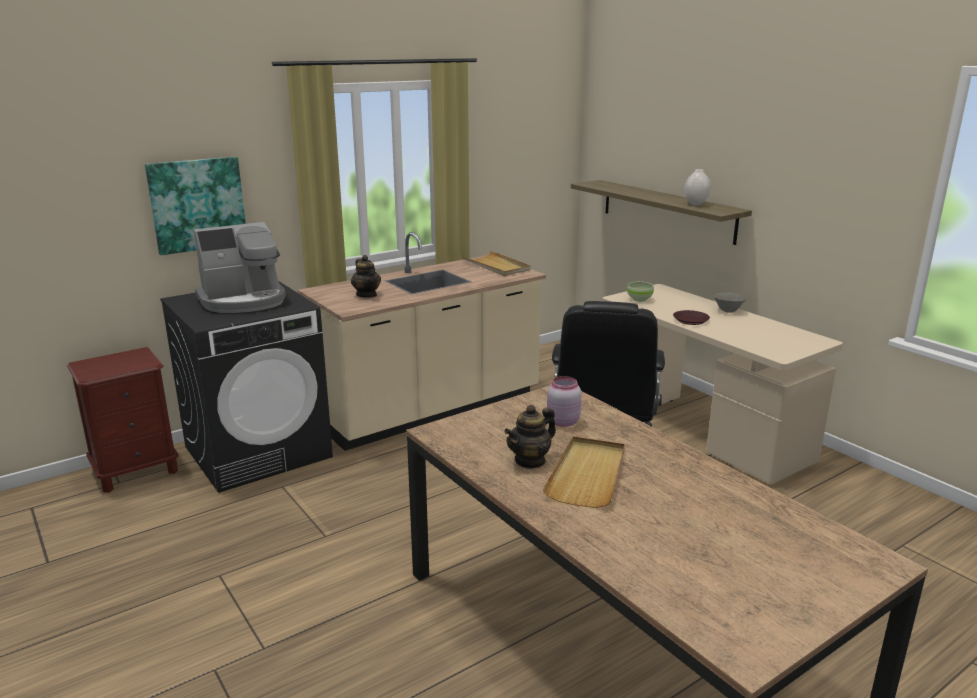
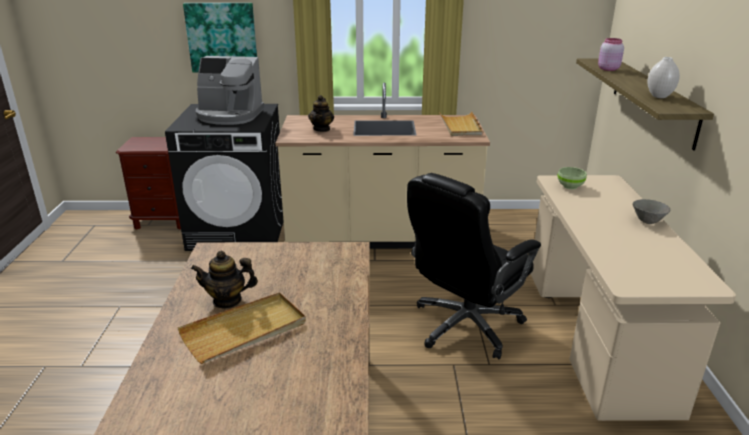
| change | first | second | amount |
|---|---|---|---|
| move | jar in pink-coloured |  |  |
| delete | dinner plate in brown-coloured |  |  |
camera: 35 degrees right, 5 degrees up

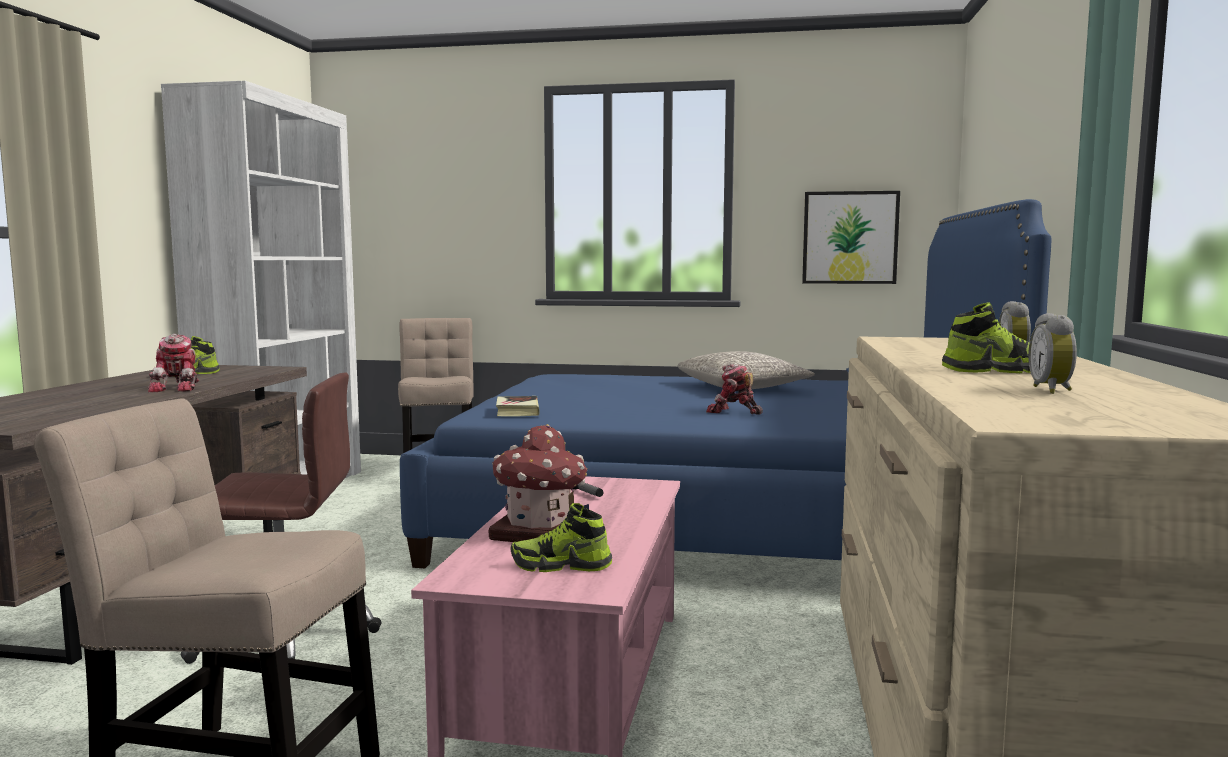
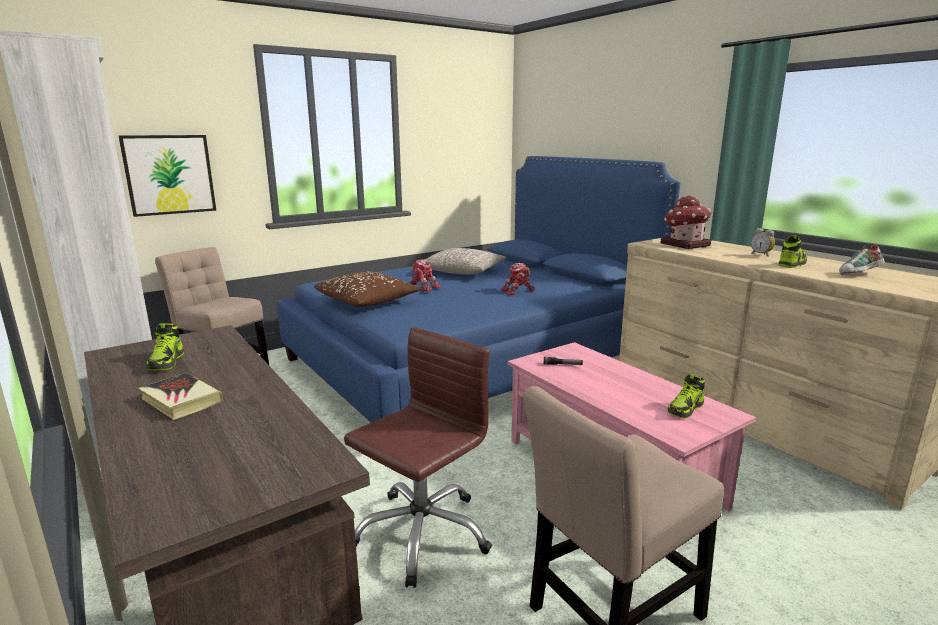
| change | first | second | amount |
|---|---|---|---|
| move | toy robot (1st from left) |  |  |
| move | toy house |  |  |
| move | book |  |  |
| move | picture |  |  |
| replace | table clock (2nd from left) | item of footwear (4th from left) |  |
| insert |  | throw pillow in brown-coloured |  |
camera: 45 degrees left, 10 degrees up

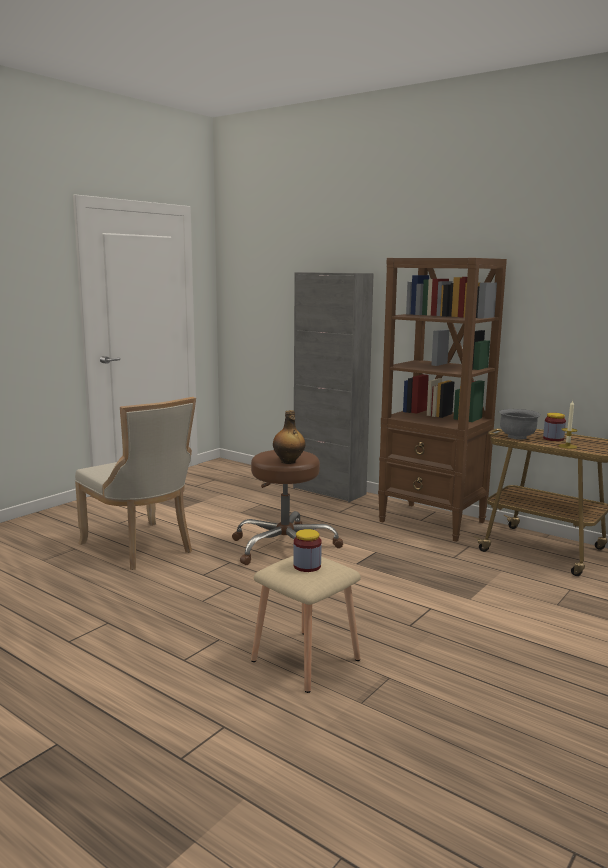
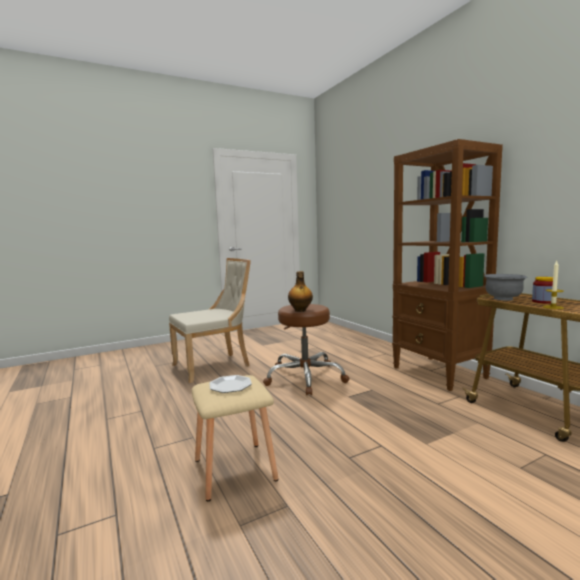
| change | first | second | amount |
|---|---|---|---|
| rotate | plain chair in beige |  | 105 degrees counterclockwise |
| delete | cupboard in greyish |  |  |
| replace | jar (1st from left) | dinner plate |  |
camera: 25 degrees right, 5 degrees down

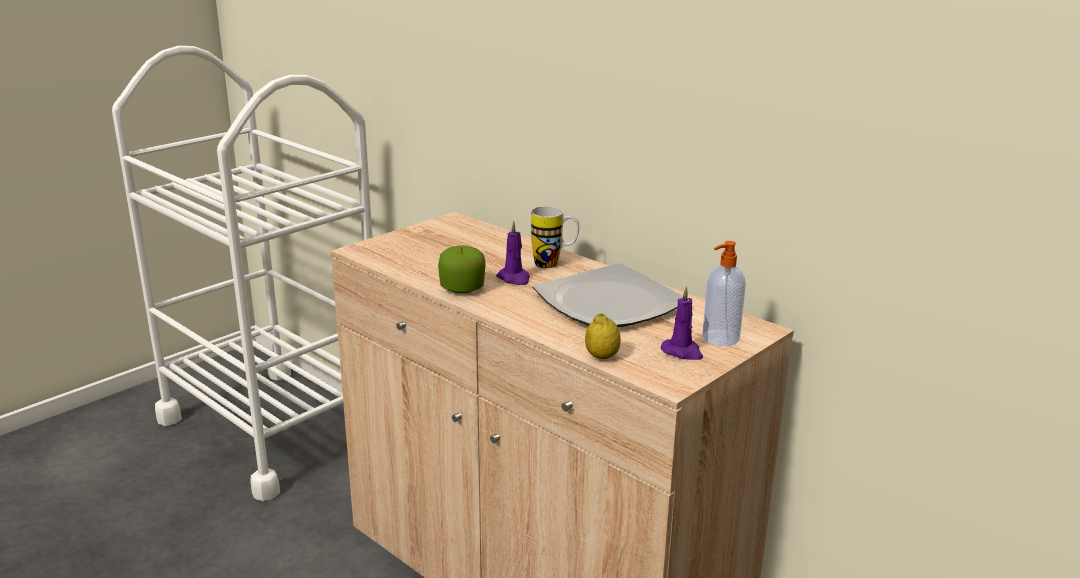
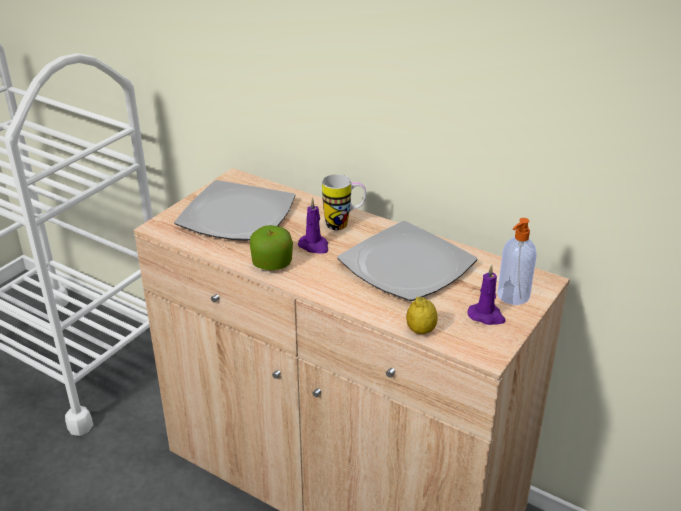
| change | first | second | amount |
|---|---|---|---|
| insert |  | dinner plate (1st from left) |  |
camera: 10 degrees left, 10 degrees up

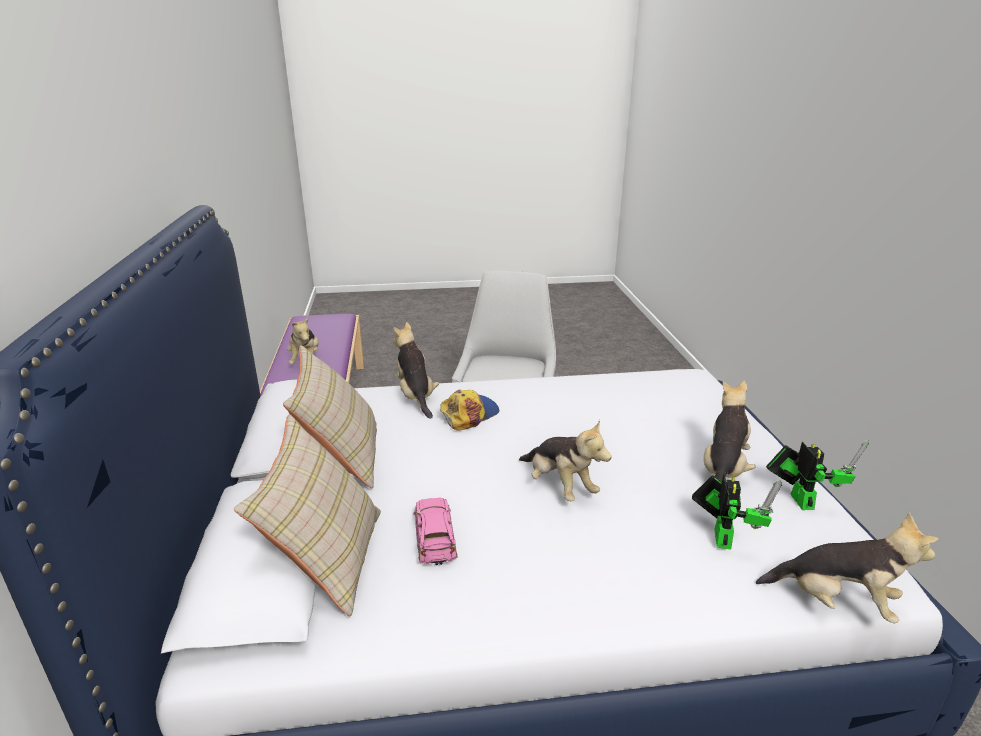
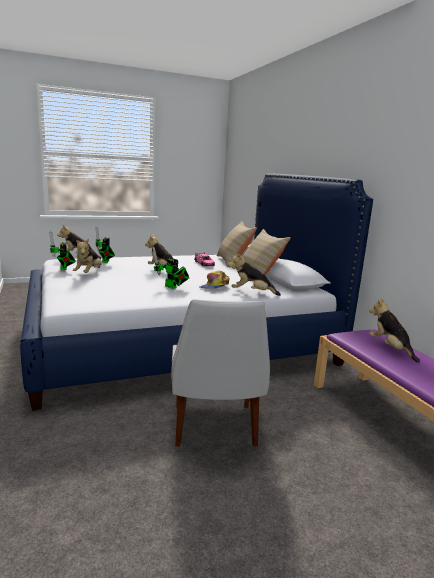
| change | first | second | amount |
|---|---|---|---|
| rotate | cuddly toy (2nd from left in the first image) | cuddly toy (4th from left) | 135 degrees clockwise |
| insert |  | toy robot (3rd from left) |  |
camera: 165 degrees right, 10 degrees down

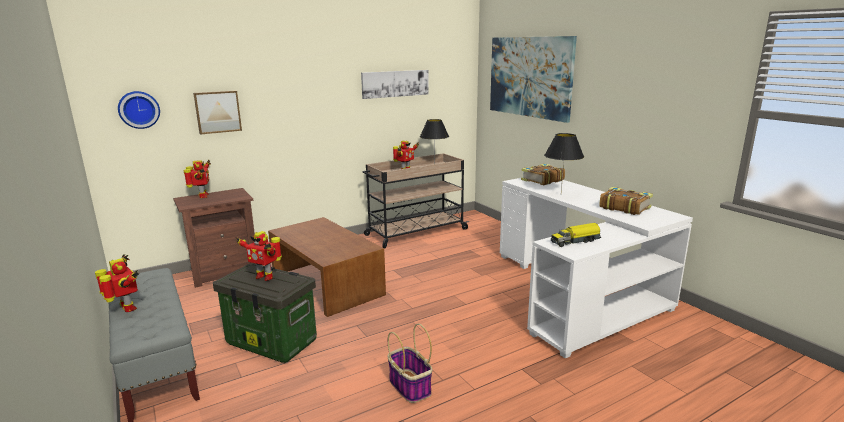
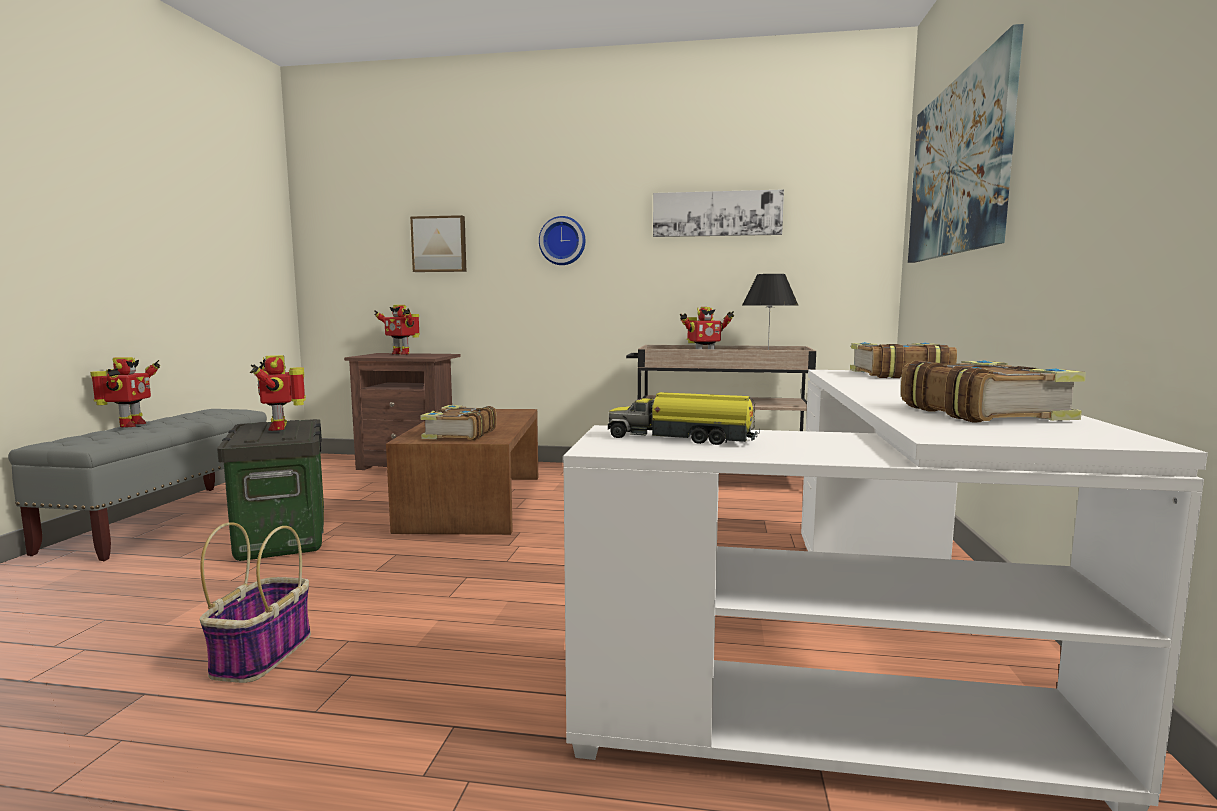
| change | first | second | amount |
|---|---|---|---|
| move | clock on the wall |  |  |
| rotate | toy robot (2nd from left in the first image) | toy robot (3rd from left) | 90 degrees clockwise |
| delete | tabletop lamp in black (2nd from left) |  |  |
| insert |  | book (1st from left) |  |
camera: 40 degrees right, 10 degrees down

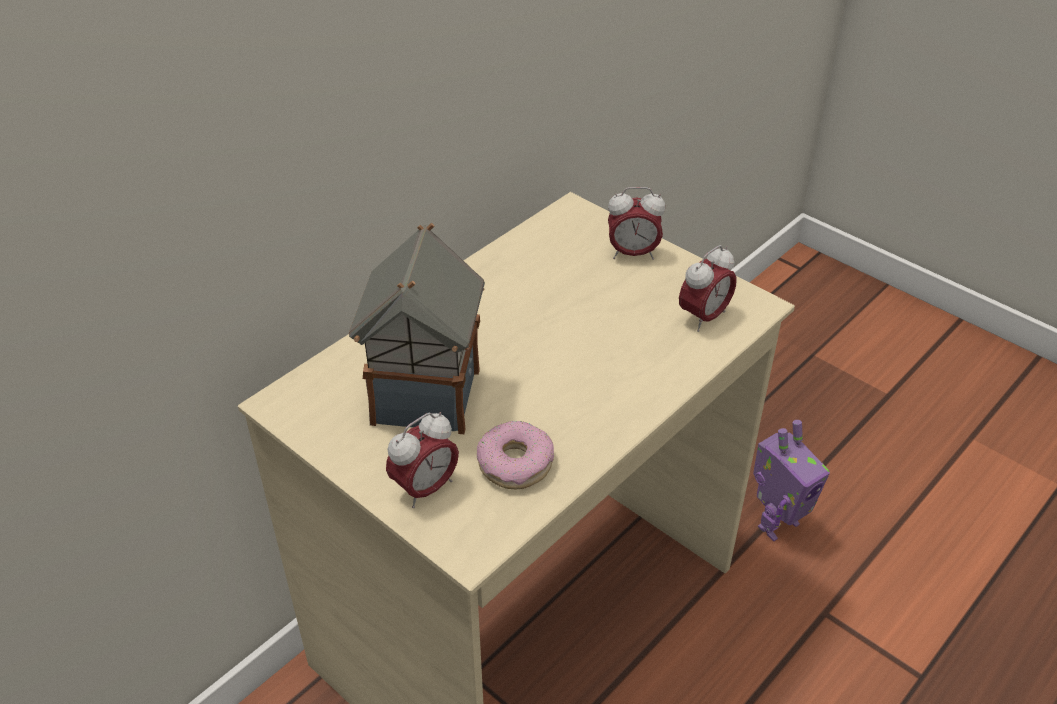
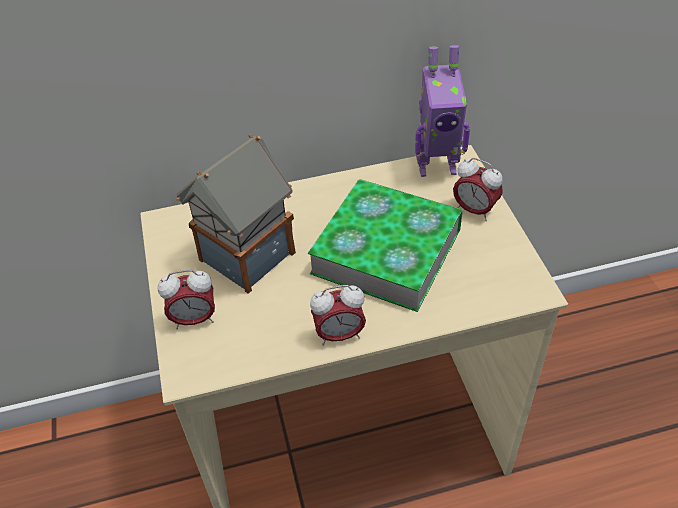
| change | first | second | amount |
|---|---|---|---|
| delete | donut |  |  |
| move | table clock (3rd from left in the first image) | table clock (2nd from left) |  |
| move | toy robot |  |  |
| insert |  | book |  |
camera: 35 degrees right, 5 degrees up

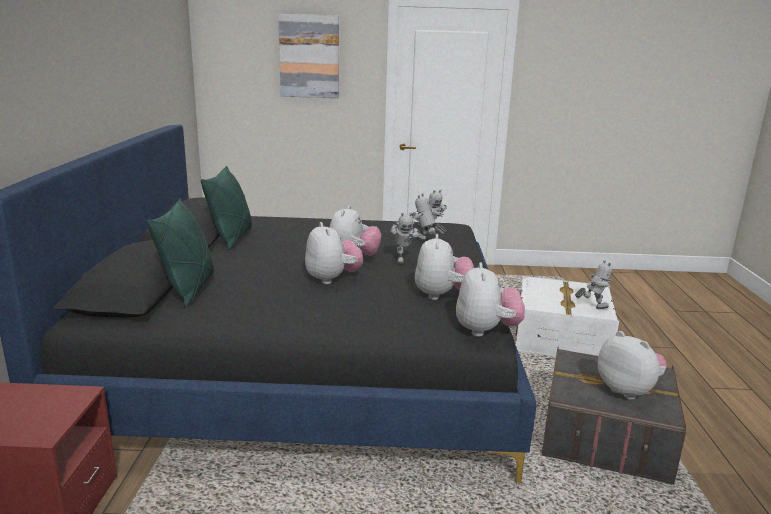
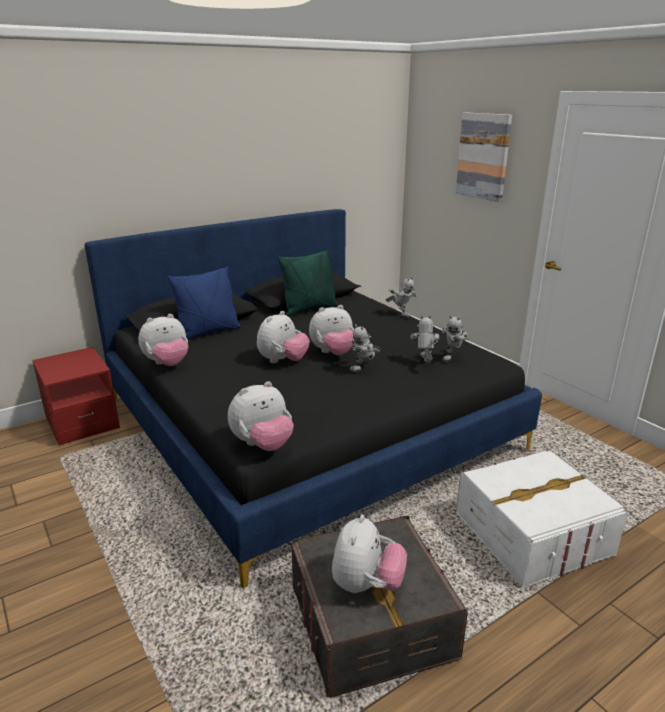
| change | first | second | amount |
|---|---|---|---|
| recolor | throw pillow in green (1st from left) | throw pillow in blue |  |
| move | cuddly toy (3rd from left in the first image) | cuddly toy (1st from left) |  |
| move | toy robot (4th from left in the first image) | toy robot (2nd from left) |  |
camera: 55 degrees right, 5 degrees up

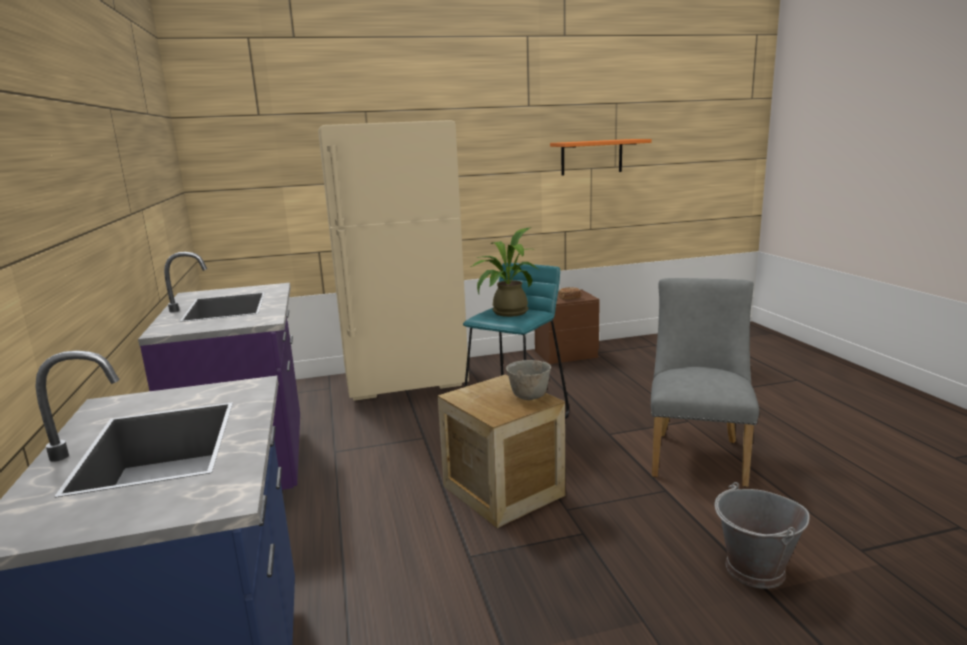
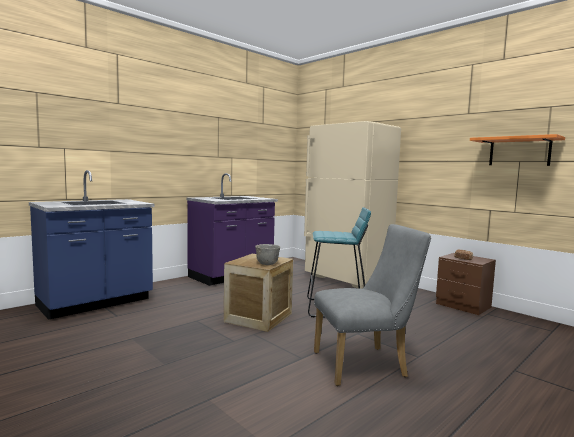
| change | first | second | amount |
|---|---|---|---|
| delete | plant in a pot |  |  |
| delete | bucket in greyish |  |  |
camera: 60 degrees right, 10 degrees down

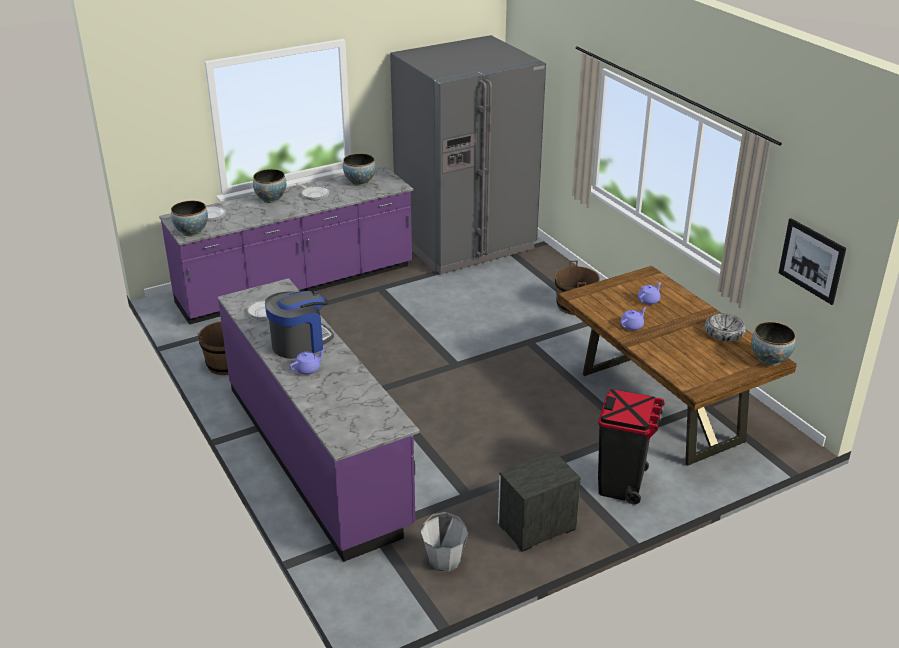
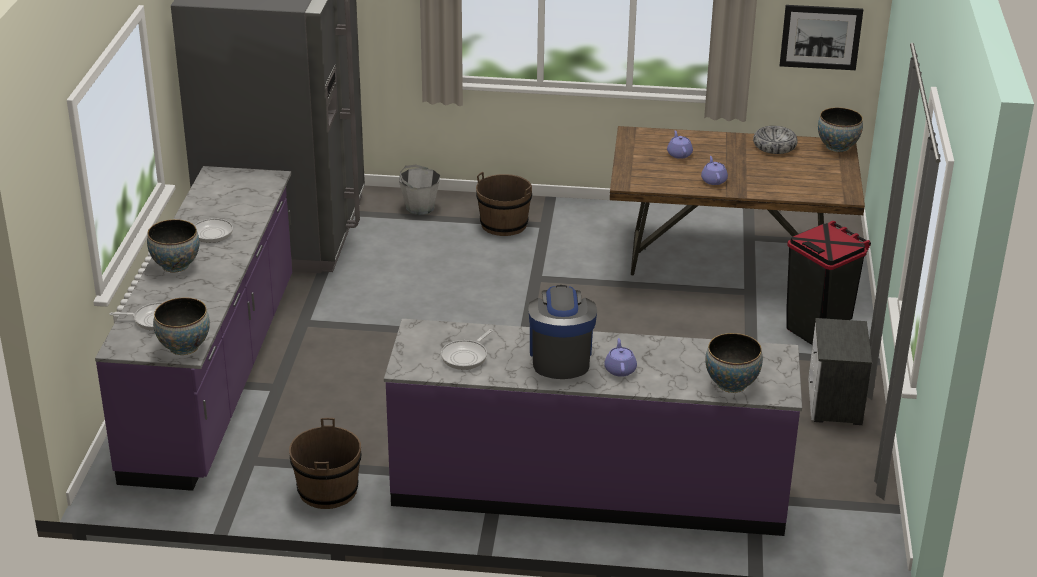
| change | first | second | amount |
|---|---|---|---|
| move | bowl (3rd from left) |  |  |
| move | bucket in greyish |  |  |
camera: 55 degrees left, 0 degrees up

